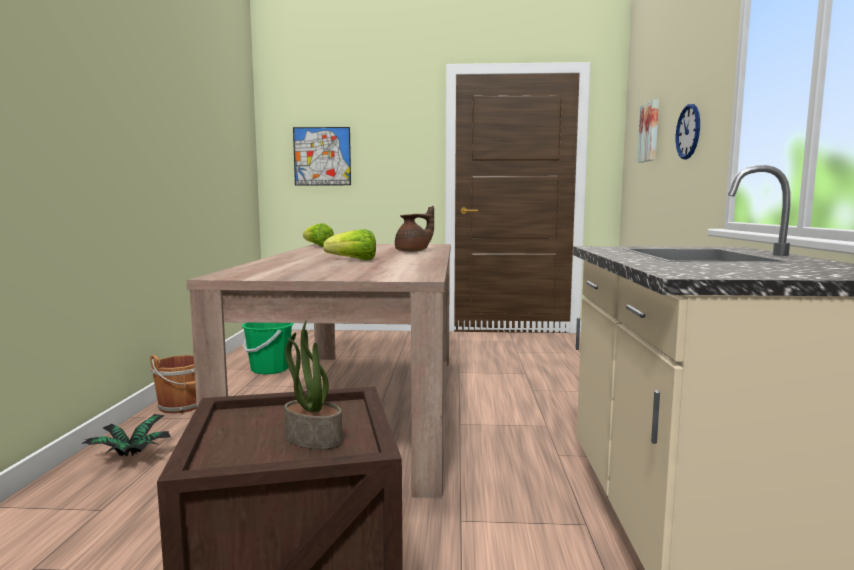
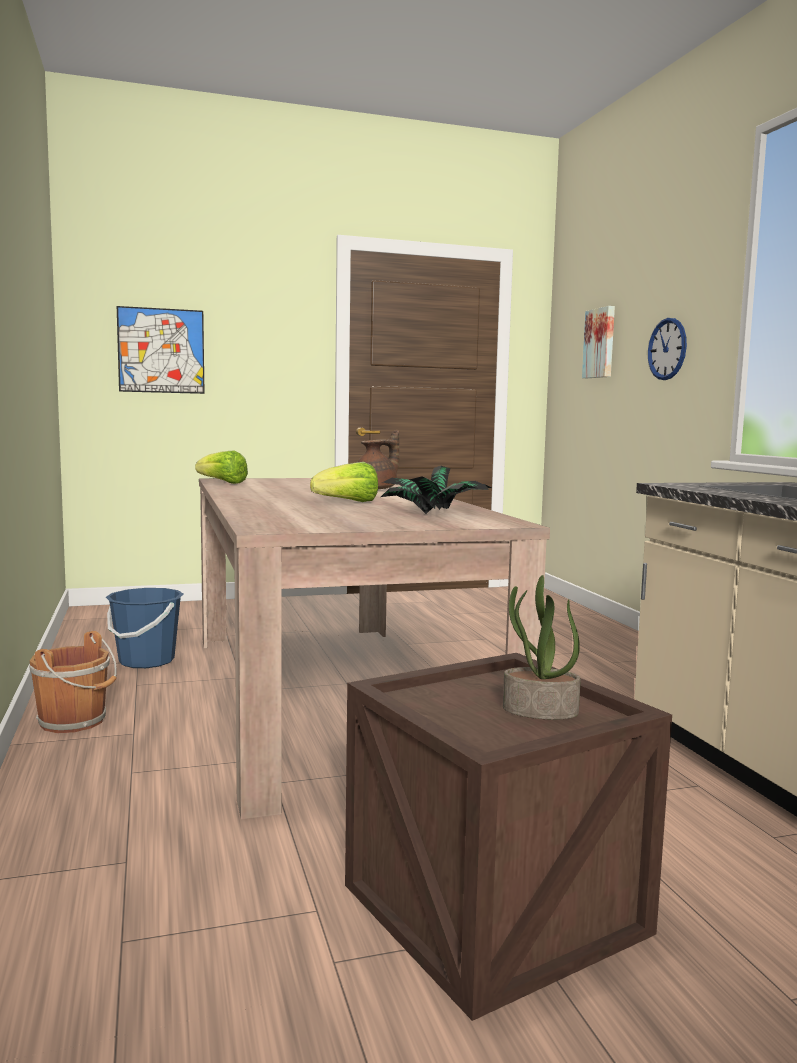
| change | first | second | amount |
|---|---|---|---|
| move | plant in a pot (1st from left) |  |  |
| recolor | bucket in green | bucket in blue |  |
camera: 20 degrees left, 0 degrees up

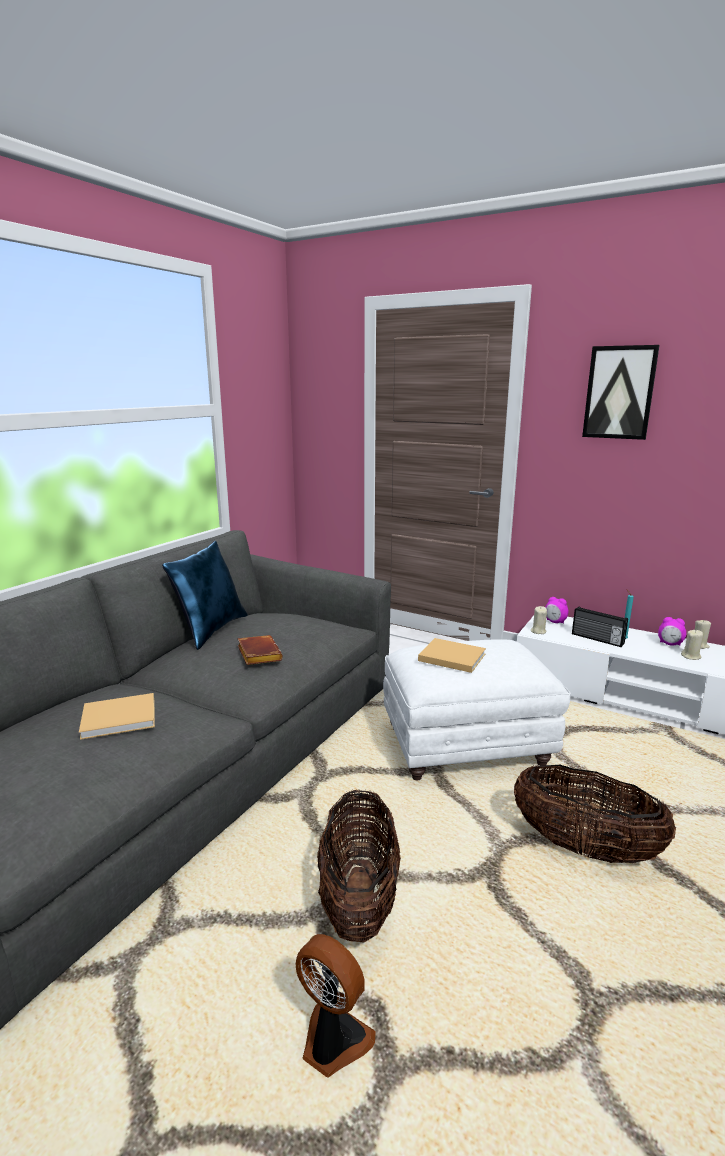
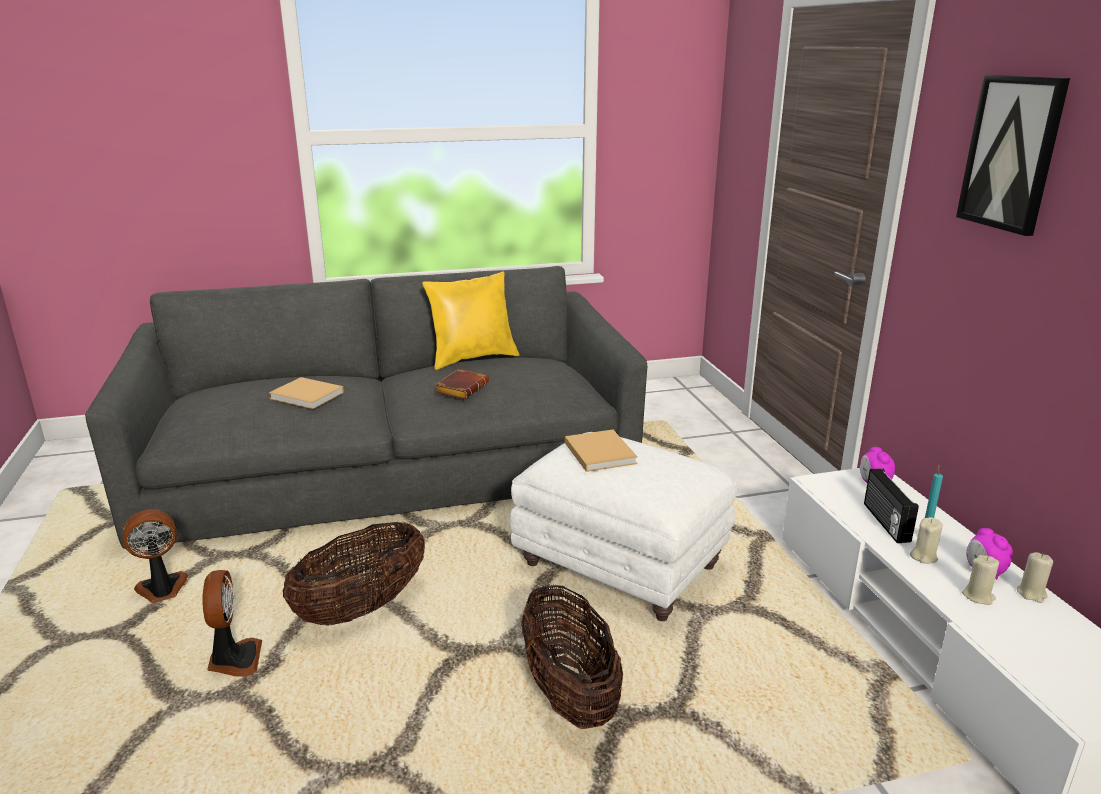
| change | first | second | amount |
|---|---|---|---|
| recolor | throw pillow in blue | throw pillow in yellowish |  |
| move | candle in beige (1st from left) |  |  |
| insert |  | electric fan (1st from left) |  |
camera: 45 degrees right, 5 degrees up

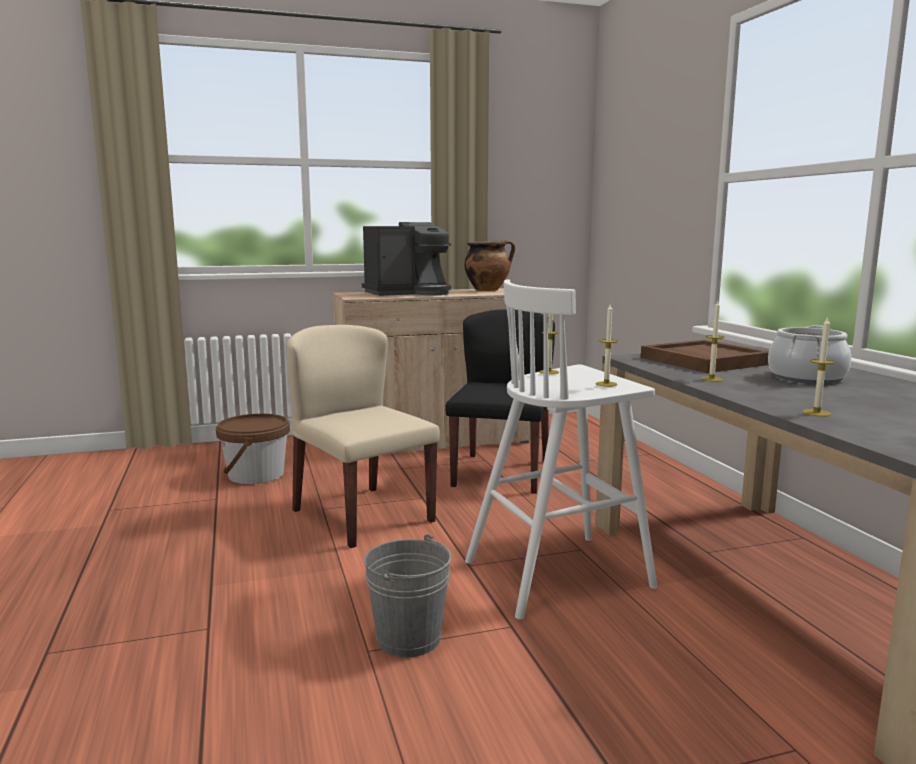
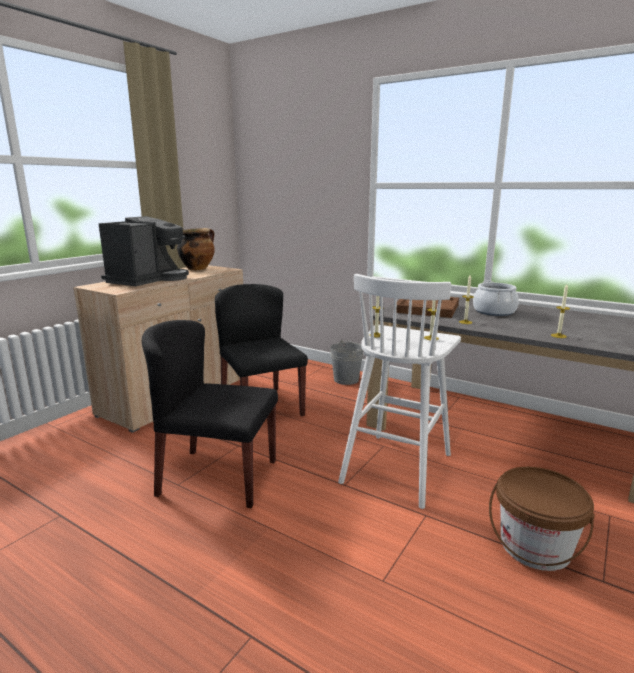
| change | first | second | amount |
|---|---|---|---|
| move | bucket in brown-coloured |  |  |
| recolor | plain chair in beige | plain chair in black (1st from left) |  |
| move | bucket in greyish |  |  |
camera: 40 degrees left, 5 degrees up

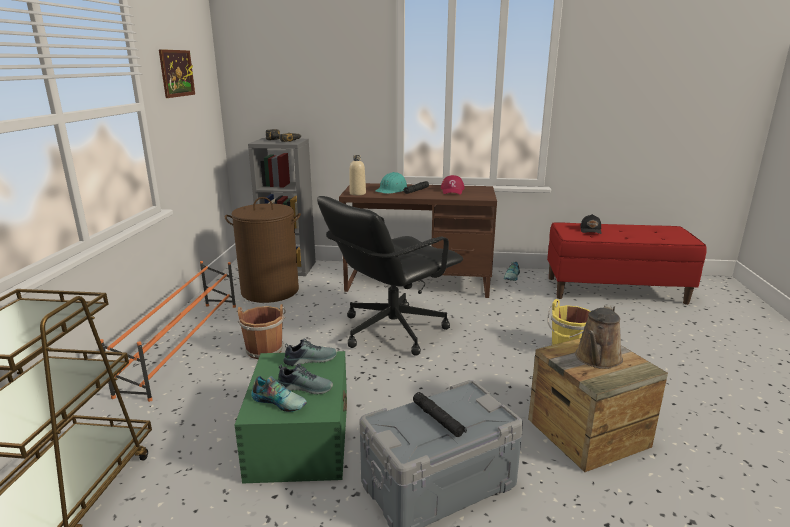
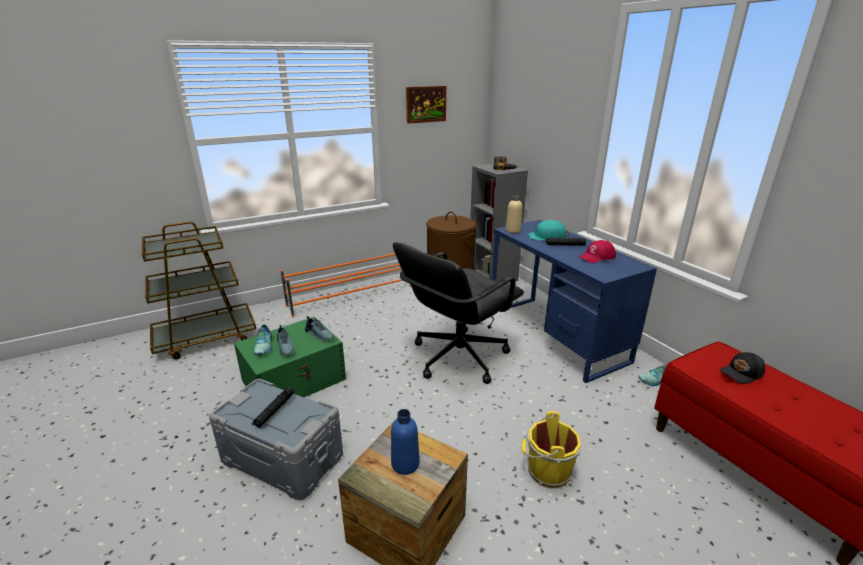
| change | first | second | amount |
|---|---|---|---|
| delete | bucket in brown-coloured |  |  |
| rotate | office chair in black |  | 60 degrees counterclockwise |
| recolor | desk unit in brown-coloured | desk unit in blue |  |
| replace | watering can in brown-coloured | bottle in blue |  |
camera: 55 degrees right, 5 degrees up

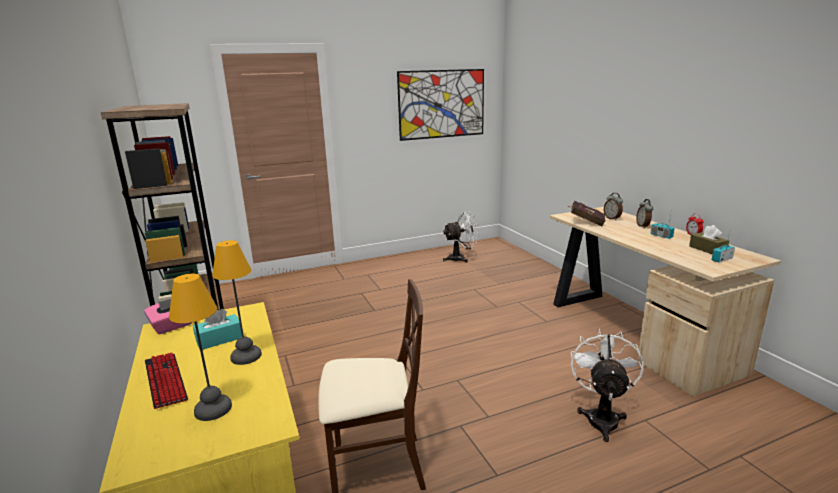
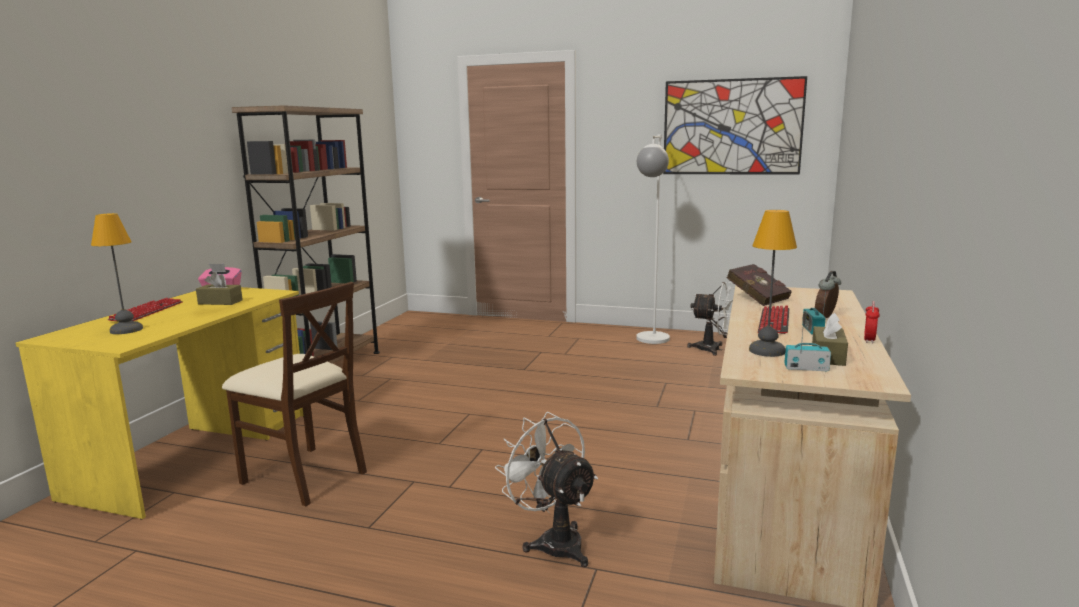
| change | first | second | amount |
|---|---|---|---|
| recolor | tissue box in blue-green | tissue box in brown-coloured (1st from left) |  |
| move | tabletop lamp (2nd from left) |  |  |
| rotate | electric fan in whitish (2nd from left in the first image) | electric fan in whitish (1st from left) | 90 degrees counterclockwise |
| delete | table clock (1st from left) |  |  |
| insert |  | floor lamp in whitish |  |
| insert |  | PC keyboard (2nd from left) |  |
camera: 40 degrees right, 5 degrees down

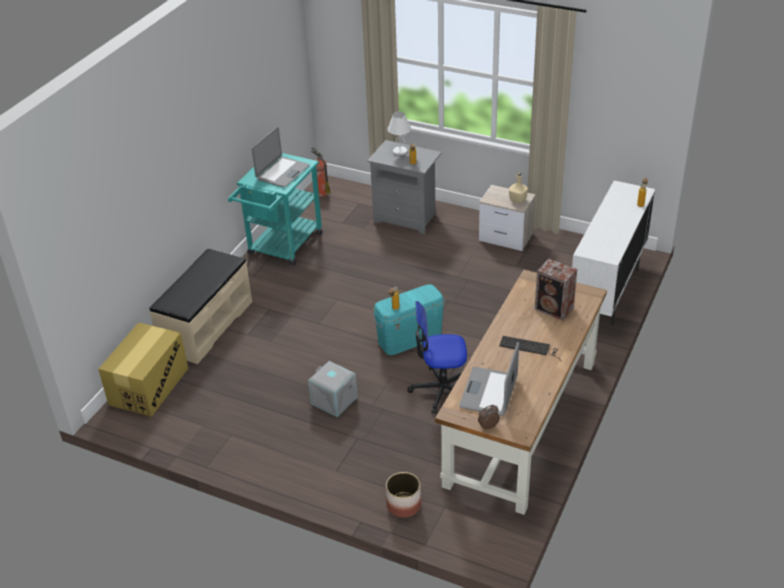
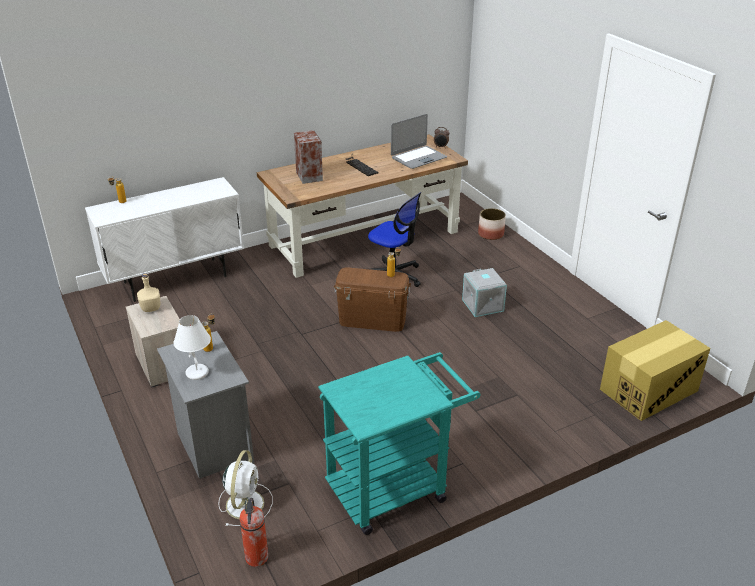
| change | first | second | amount |
|---|---|---|---|
| delete | indoor bench in beige |  |  |
| delete | notebook computer (1st from left) |  |  |
| recolor | storage container in blue-green | storage container in brown-coloured |  |
| insert |  | electric fan in whitish |  |
camera: 145 degrees left, 5 degrees down

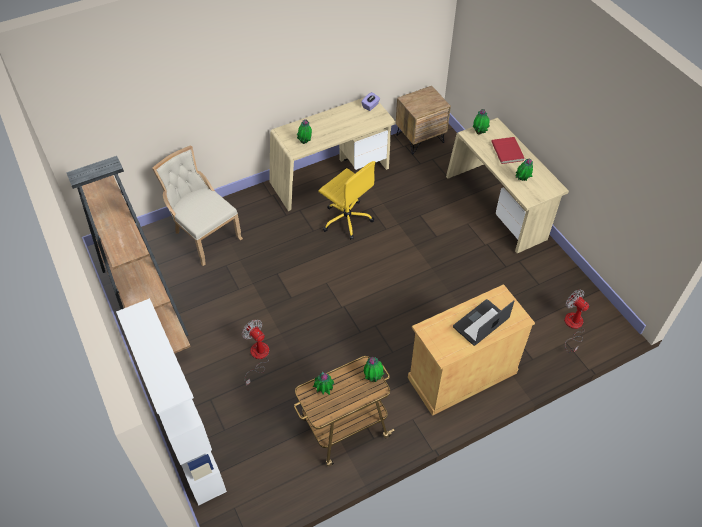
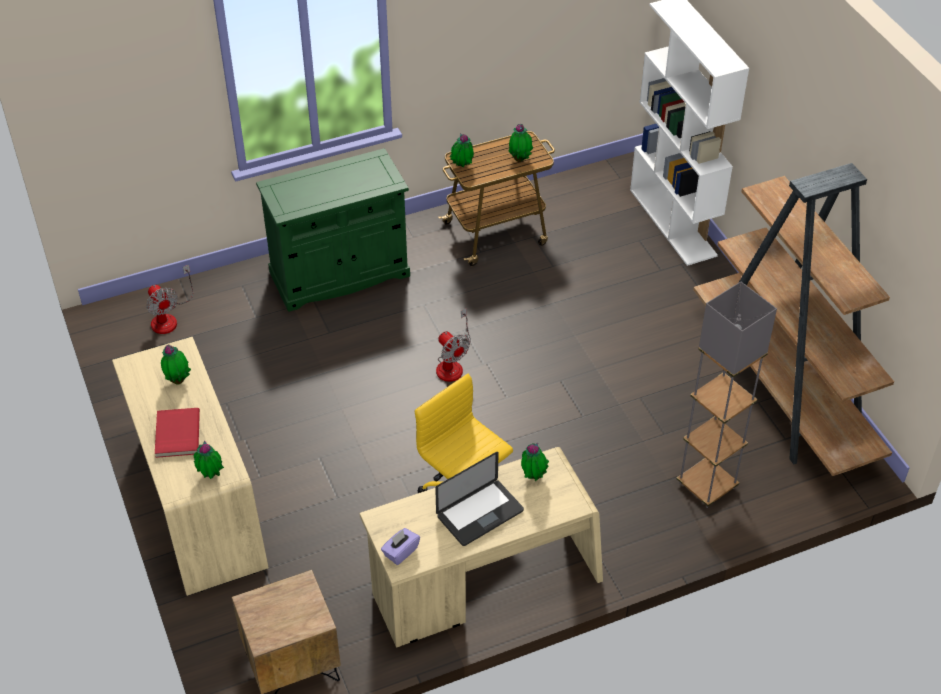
| change | first | second | amount |
|---|---|---|---|
| replace | plain chair in beige | floor lamp in greyish |  |
| move | electric fan (1st from left in the first image) | electric fan (2nd from left) |  |
| recolor | cupboard in beige | cupboard in green |  |
| move | notebook computer |  |  |
camera: 175 degrees left, 5 degrees down

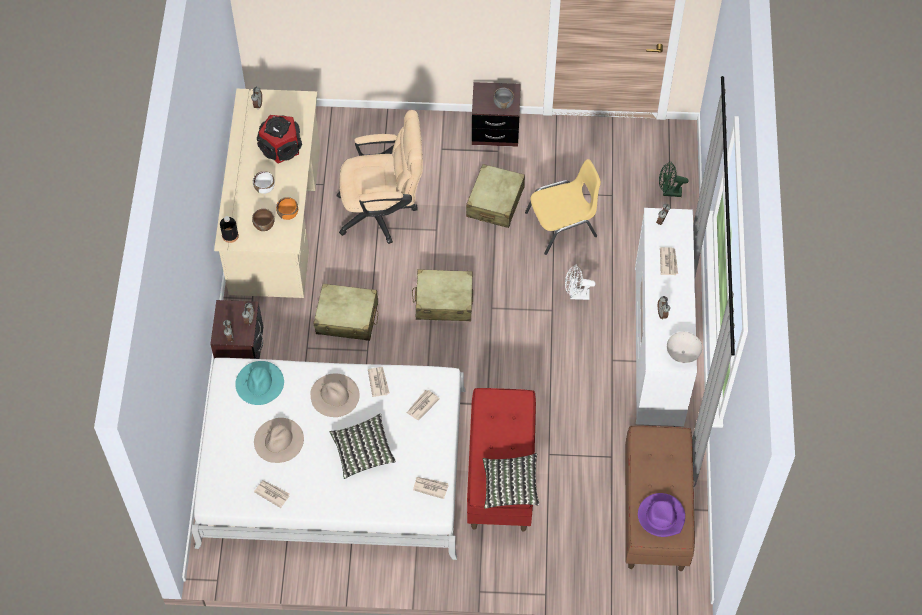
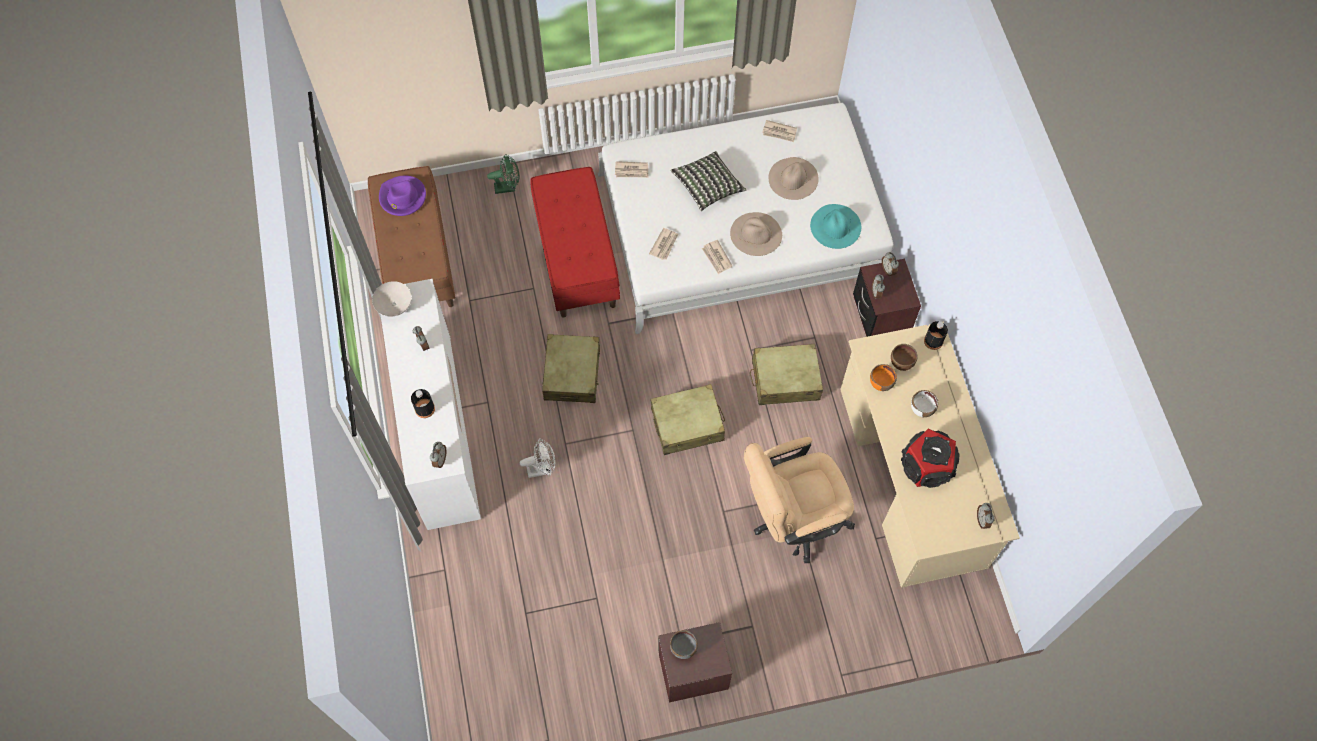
| change | first | second | amount |
|---|---|---|---|
| move | travel case in beige (3rd from left in the first image) | travel case in beige (1st from left) |  |
| delete | throw pillow (2nd from left) |  |  |
| delete | plain chair in yellowish |  |  |
| move | electric fan in green |  |  |
| replace | daily paper (5th from left) | bottle in black (1st from left) |  |
camera: 165 degrees right, 5 degrees up

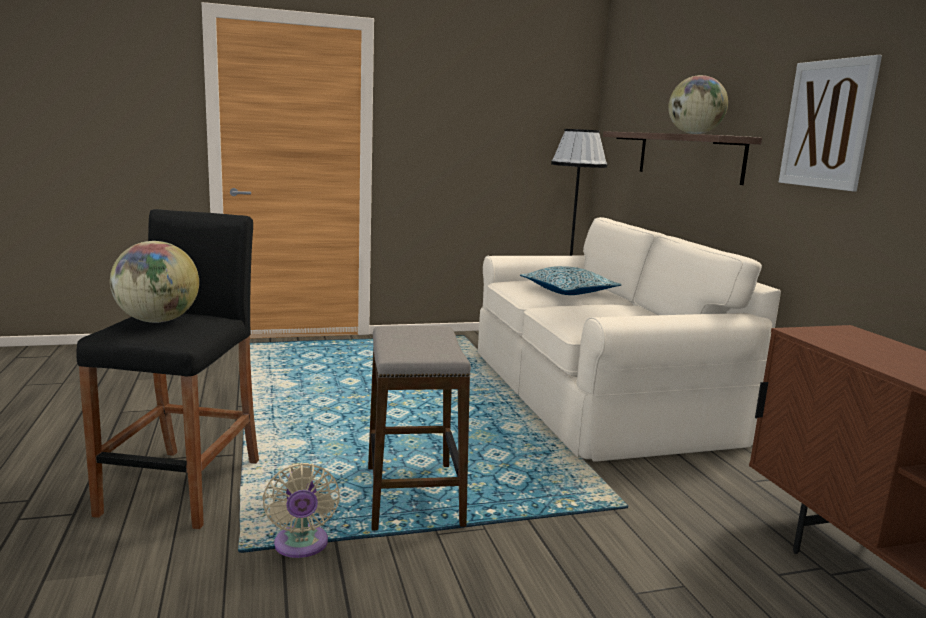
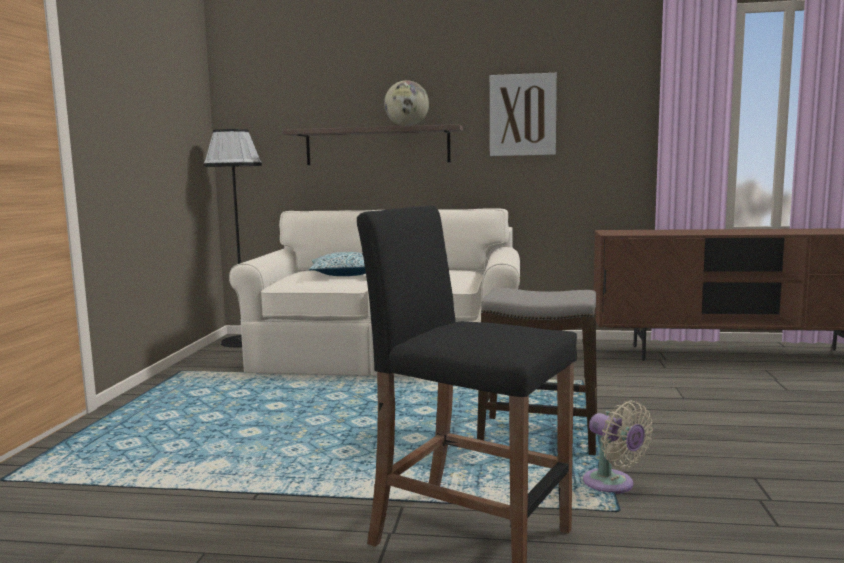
| change | first | second | amount |
|---|---|---|---|
| delete | desk globe (1st from left) |  |  |
| rotate | electric fan in beige |  | 45 degrees clockwise |
camera: 65 degrees left, 5 degrees down

